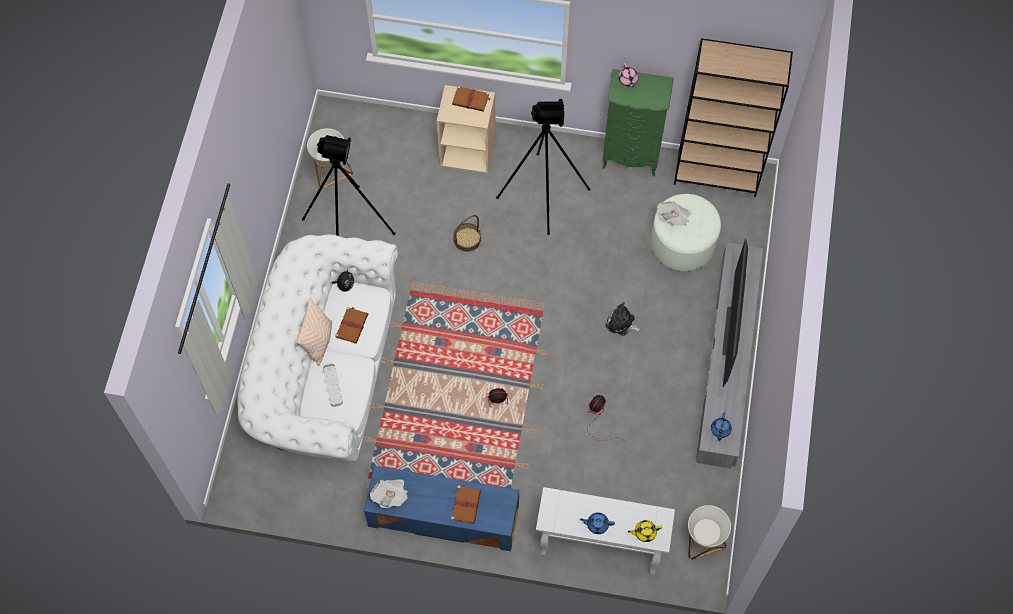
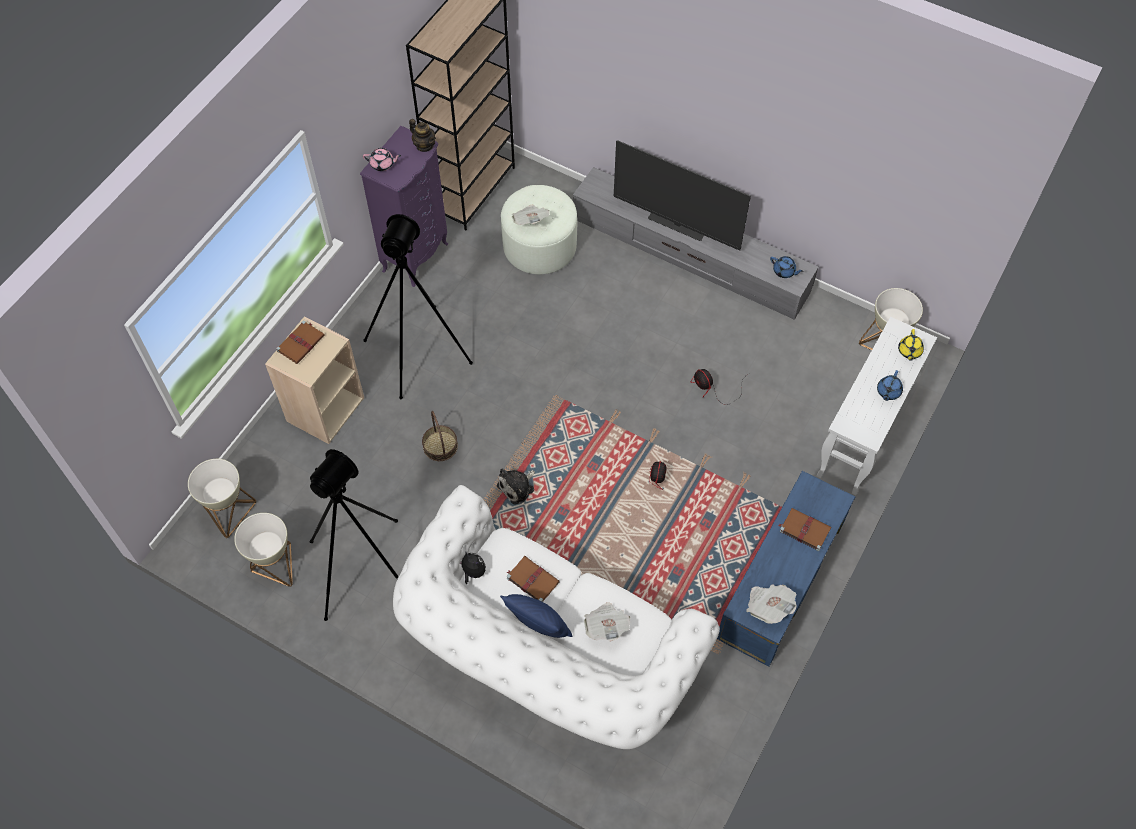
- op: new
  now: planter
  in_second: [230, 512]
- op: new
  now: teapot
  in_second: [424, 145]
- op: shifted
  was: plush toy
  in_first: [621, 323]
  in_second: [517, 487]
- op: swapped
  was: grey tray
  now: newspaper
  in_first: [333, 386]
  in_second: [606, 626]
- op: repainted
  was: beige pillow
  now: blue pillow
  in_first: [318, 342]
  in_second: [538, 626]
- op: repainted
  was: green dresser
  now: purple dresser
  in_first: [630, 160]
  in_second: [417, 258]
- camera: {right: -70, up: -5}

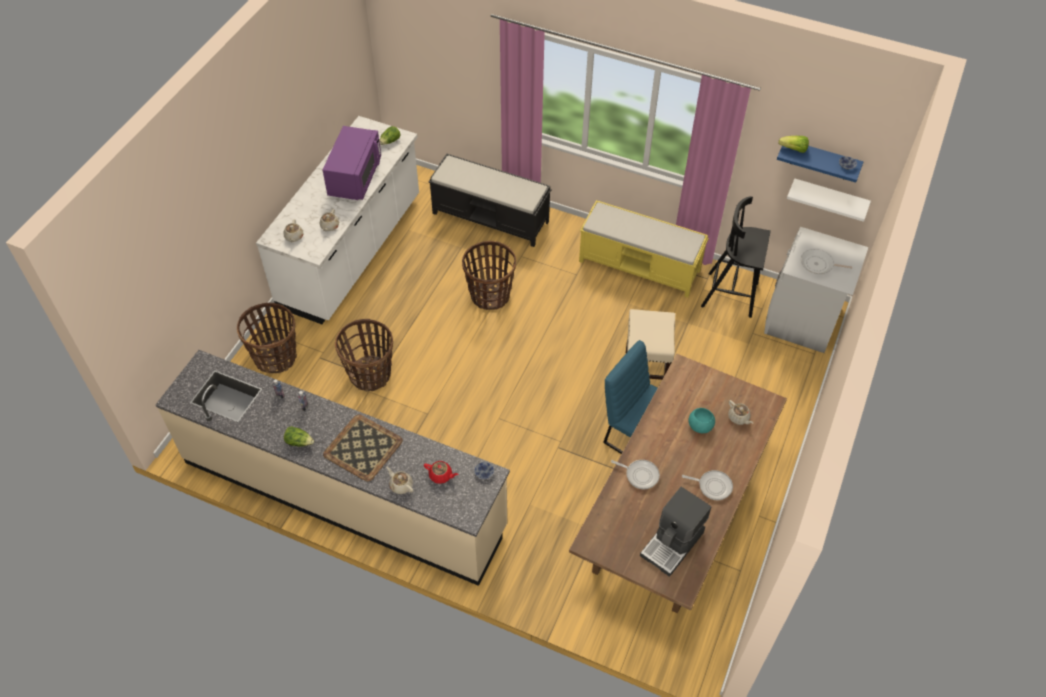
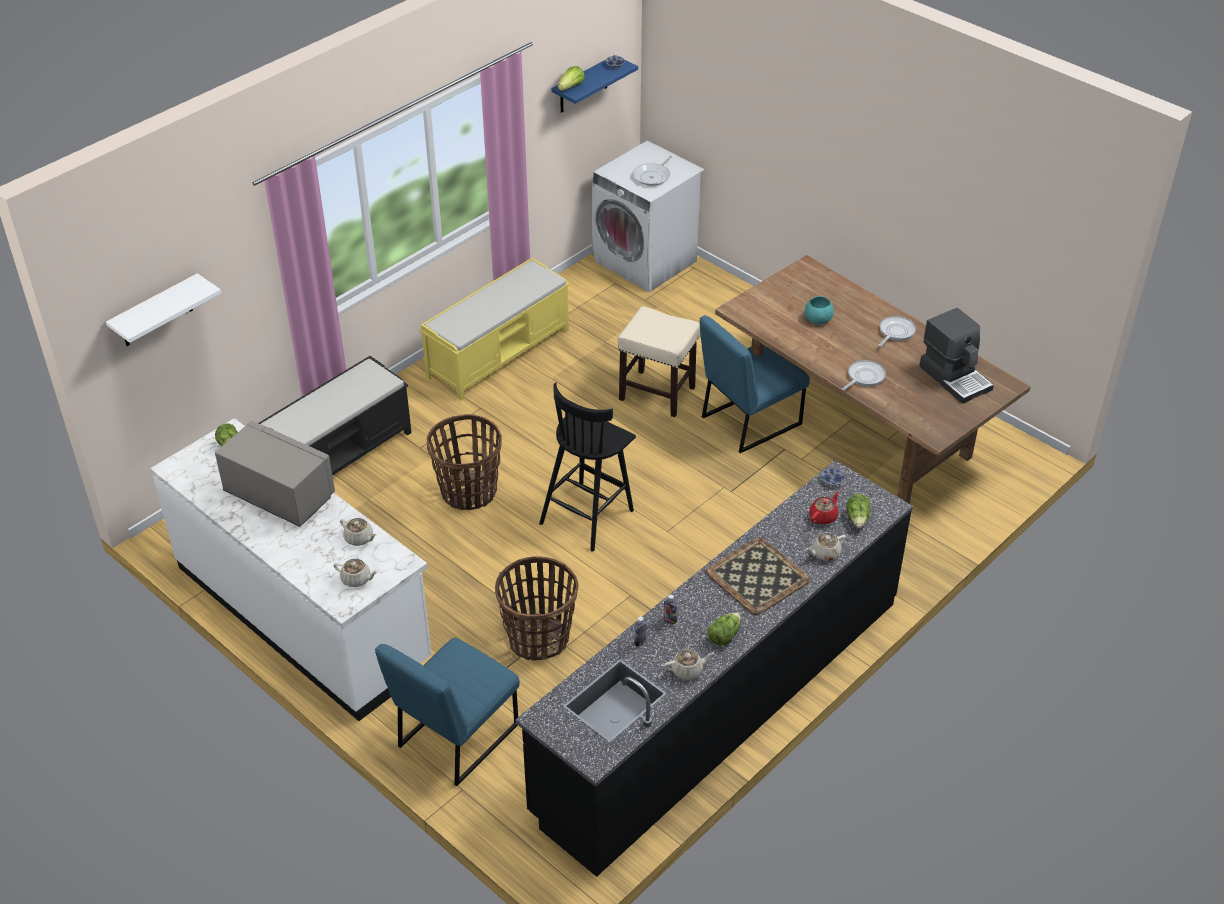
- op: new
  now: lettuce
  in_second: [858, 519]
- op: shifted
  was: black stool
  in_first: [732, 295]
  in_second: [588, 514]
- op: shifted
  was: beige teapot
  in_first: [738, 418]
  in_second: [687, 670]
- op: shifted
  was: white shelf
  in_first: [829, 199]
  in_second: [156, 312]
- op: swapped
  was: basket
  now: blue chair
  in_first: [276, 358]
  in_second: [455, 737]
- op: repainted
  was: beige counter
  now: black counter
  in_first: [344, 494]
  in_second: [719, 704]
- op: repainted
  was: purple microwave
  now: grey microwave
  in_first: [355, 178]
  in_second: [279, 495]
- camera: {right: -70, up: -10}

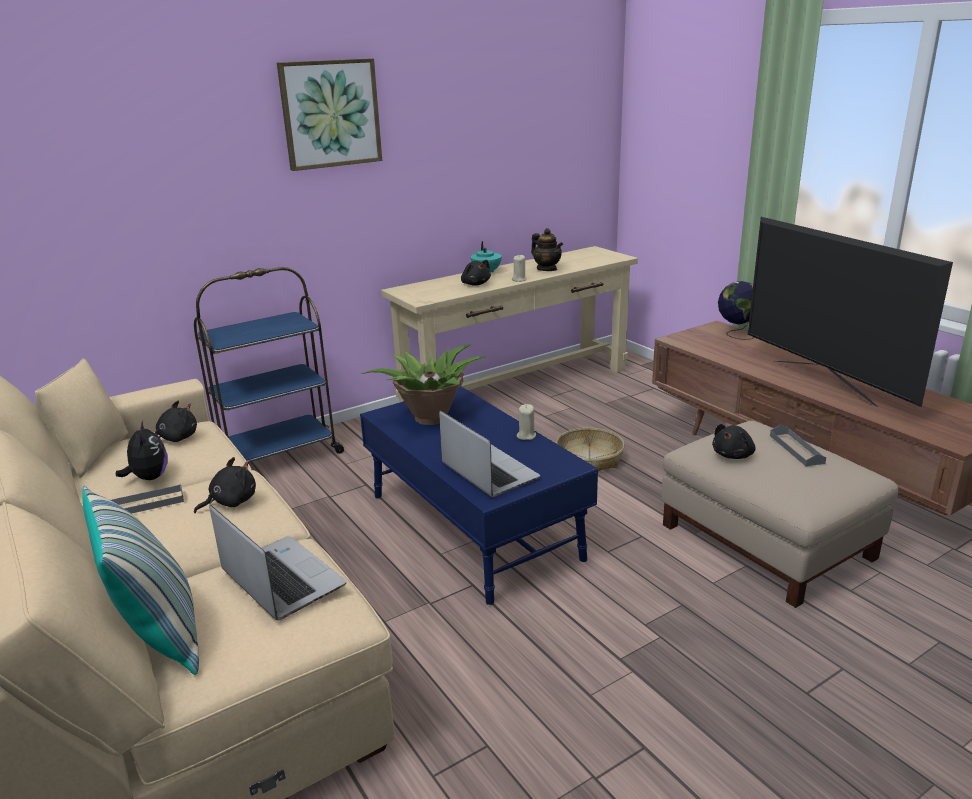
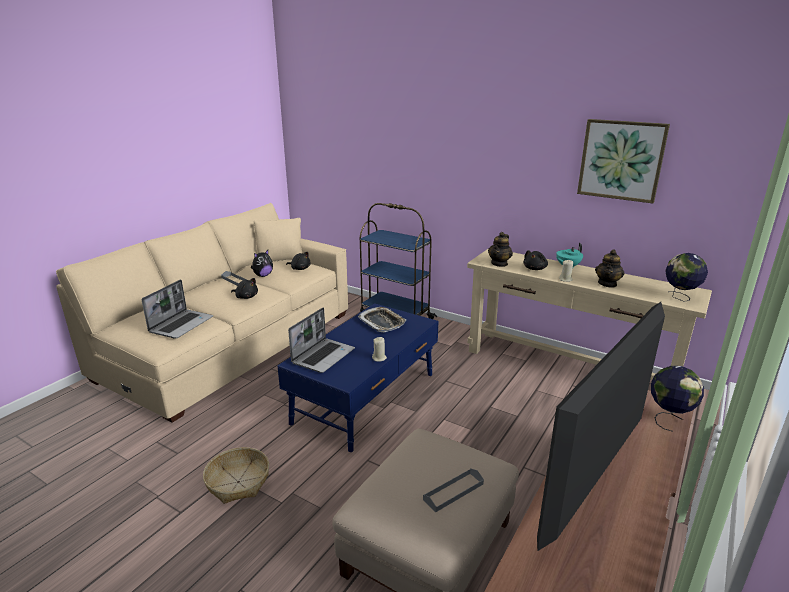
- op: gone
  was: pillow
  in_first: [159, 635]
- op: gone
  was: black plush toy
  in_first: [733, 455]
- op: new
  now: teapot
  in_second: [499, 263]
- op: new
  now: globe
  in_second: [680, 297]
- op: shifted
  was: picture
  in_first: [330, 114]
  in_second: [621, 160]
- op: shifted
  was: basket
  in_first: [589, 459]
  in_second: [238, 482]
- op: swapped
  was: potted plant
  now: tray
  in_first: [429, 418]
  in_second: [382, 322]
- camera: {right: 65, up: 0}

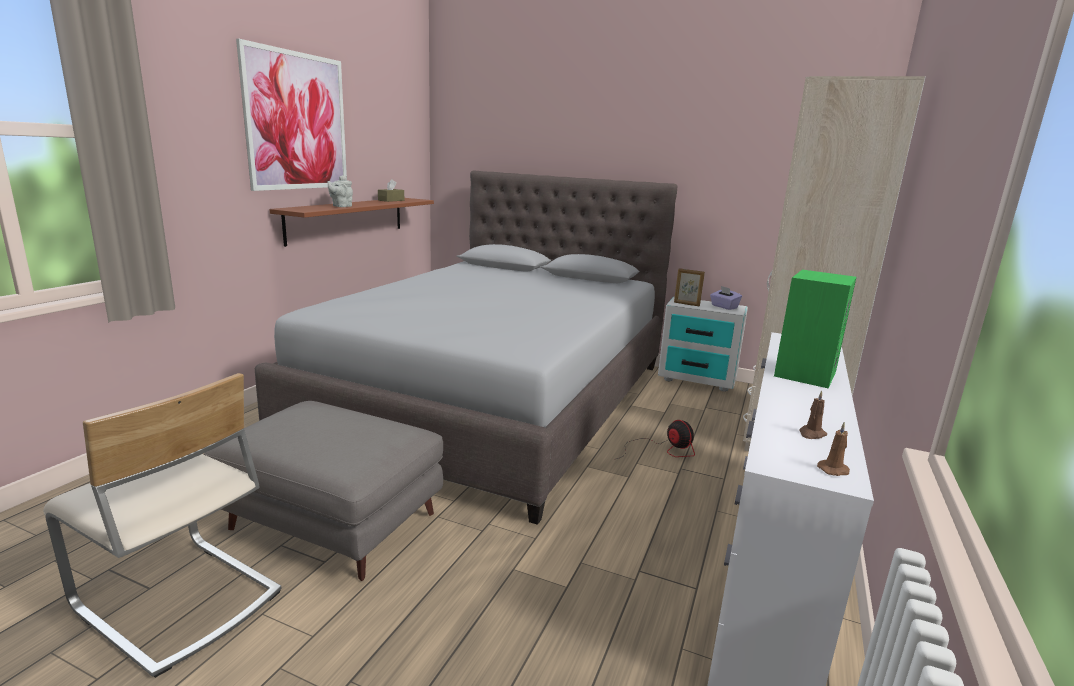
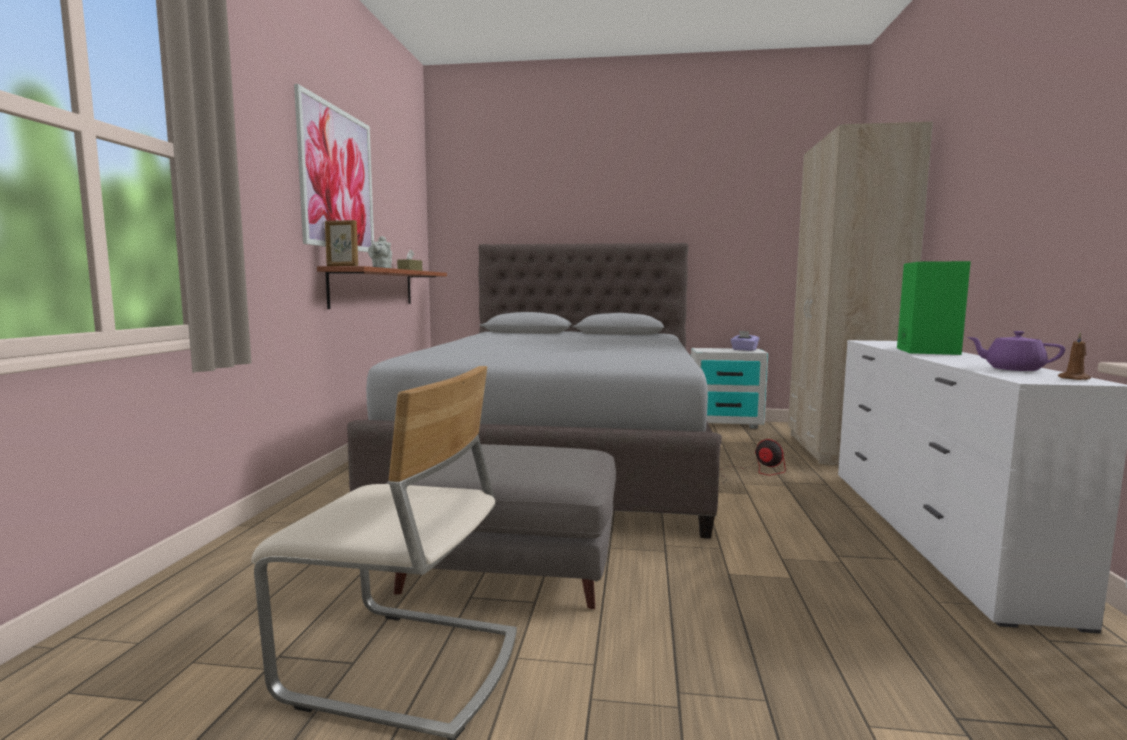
- op: shifted
  was: picture frame
  in_first: [686, 304]
  in_second: [342, 266]
- op: swapped
  was: brown candle
  now: purple teapot
  in_first: [811, 434]
  in_second: [1012, 369]
- camera: {right: -15, up: -10}

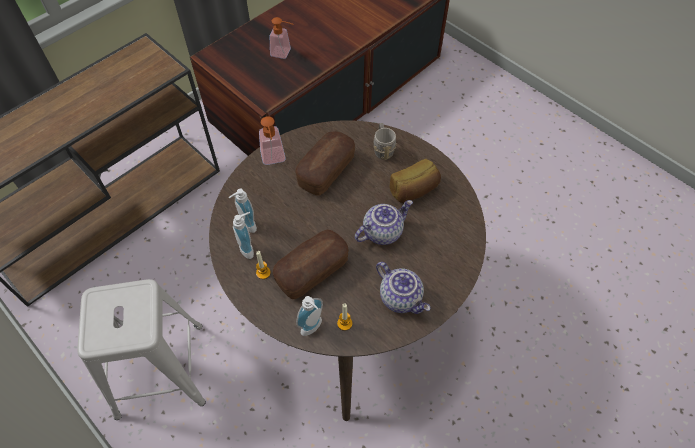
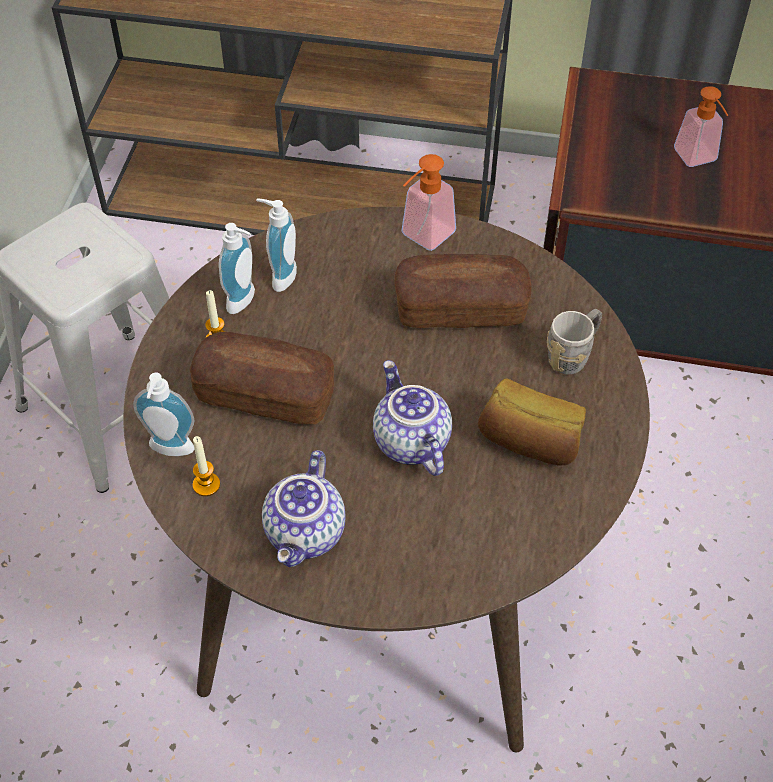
- op: rotated
  was: teapot
  in_first: [382, 231]
  in_second: [409, 442]
  clockwise: -135
- camera: {right: 55, up: -5}

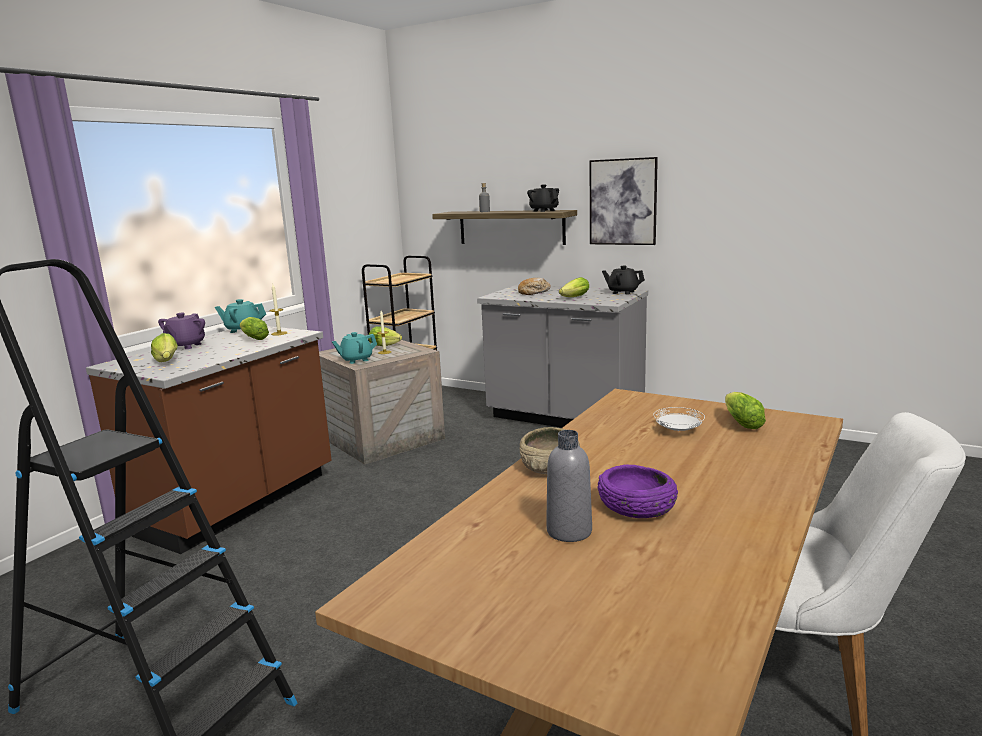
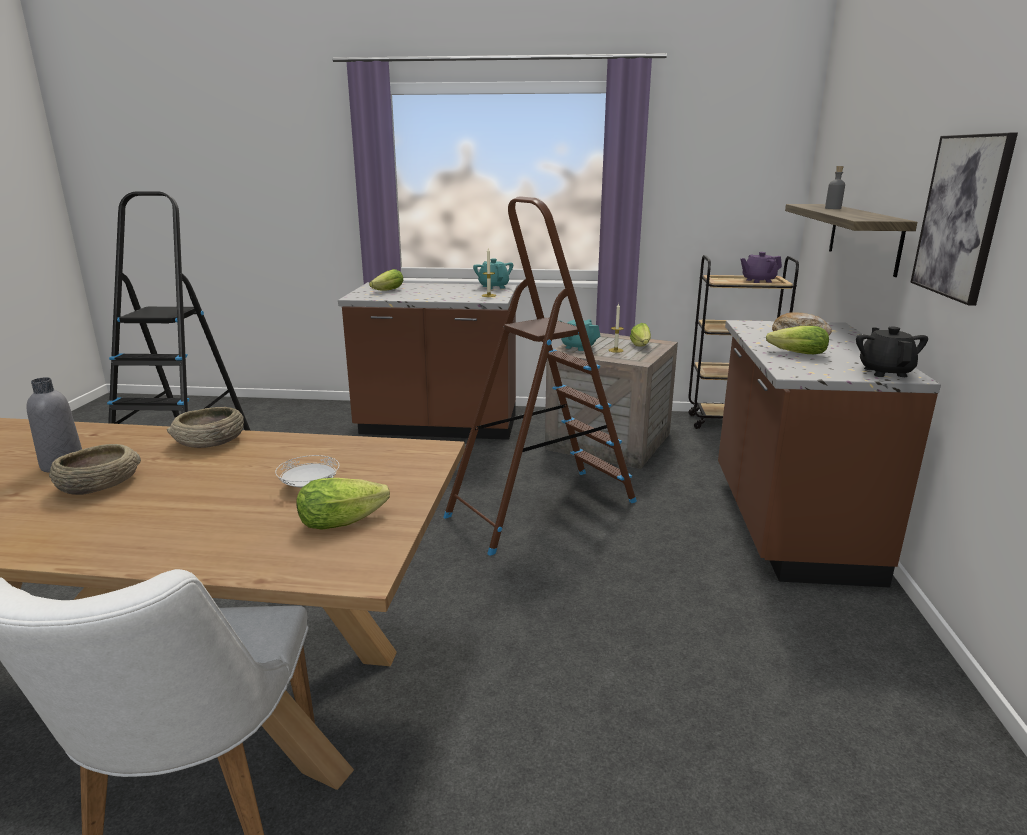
- op: gone
  was: lettuce
  in_first: [253, 338]
- op: gone
  was: black teapot
  in_first: [543, 211]
- op: new
  now: brown step ladder
  in_second: [542, 508]
- op: shifted
  was: purple teapot
  in_first: [185, 346]
  in_second: [758, 281]
- op: repainted
  was: grey counter
  now: brown counter
  in_first: [564, 418]
  in_second: [787, 525]
- op: repainted
  was: purple bowl
  now: beige bowl
  in_first: [635, 508]
  in_second: [98, 484]
- camera: {right: 65, up: 5}

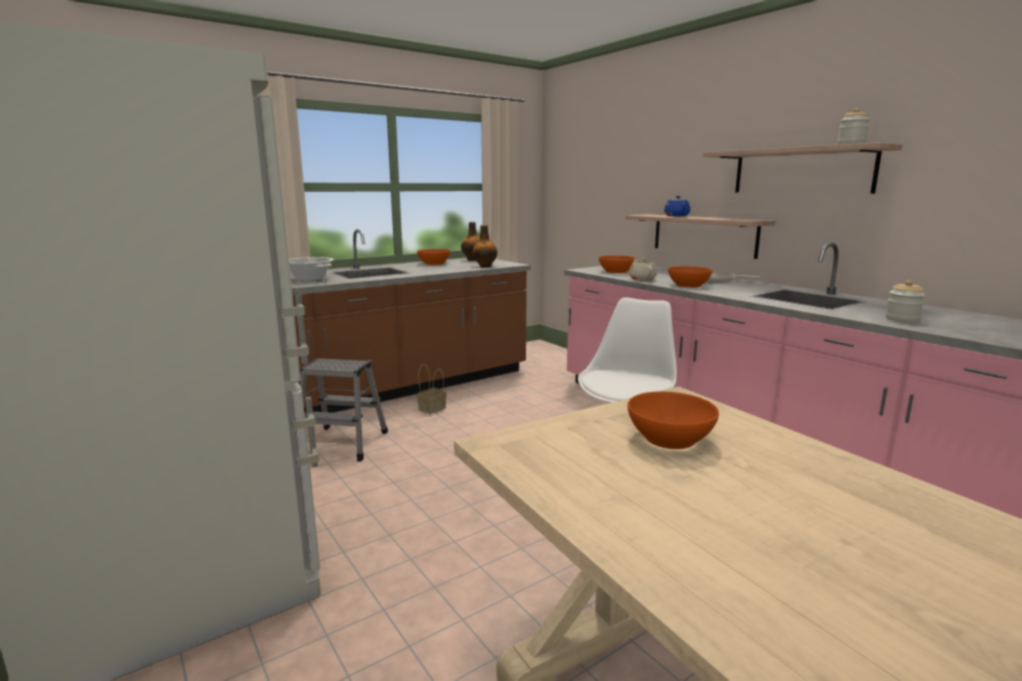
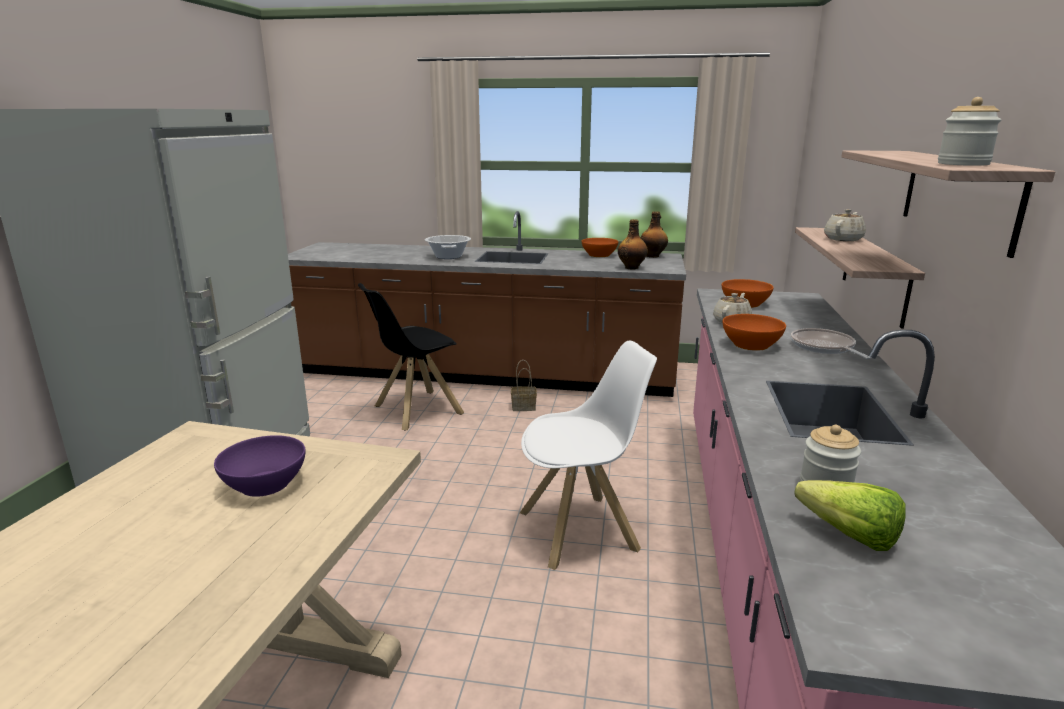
- op: new
  now: lettuce
  in_second: [841, 532]
- op: swapped
  was: grey step ladder
  now: black chair
  in_first: [342, 443]
  in_second: [415, 410]
- op: repainted
  was: orange bowl
  now: purple bowl
  in_first: [670, 438]
  in_second: [265, 484]
- op: repainted
  was: blue teapot
  now: beige teapot
  in_first: [676, 216]
  in_second: [843, 239]
- camera: {right: 45, up: 5}

